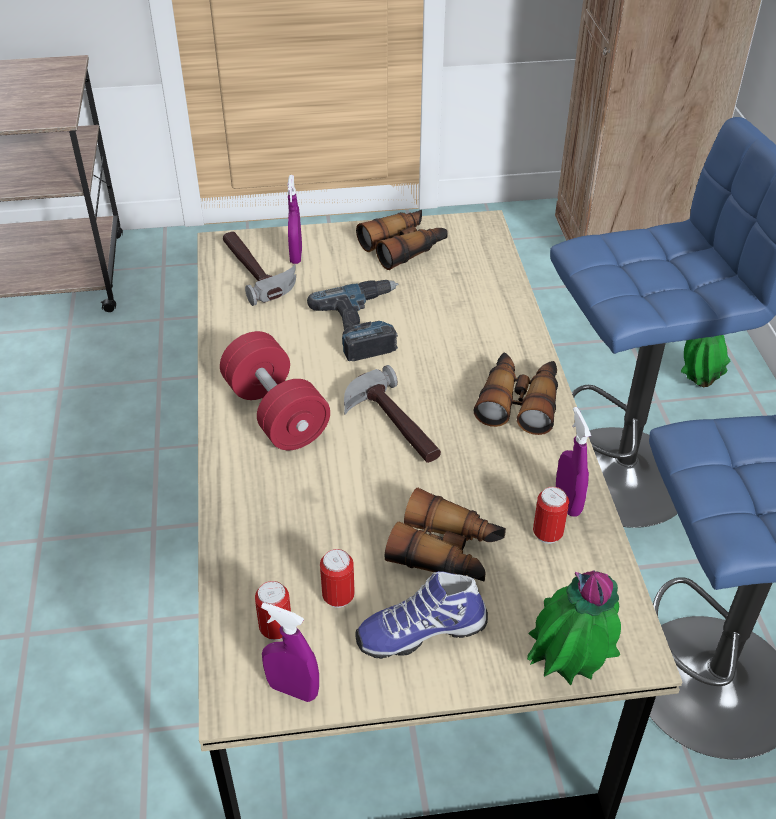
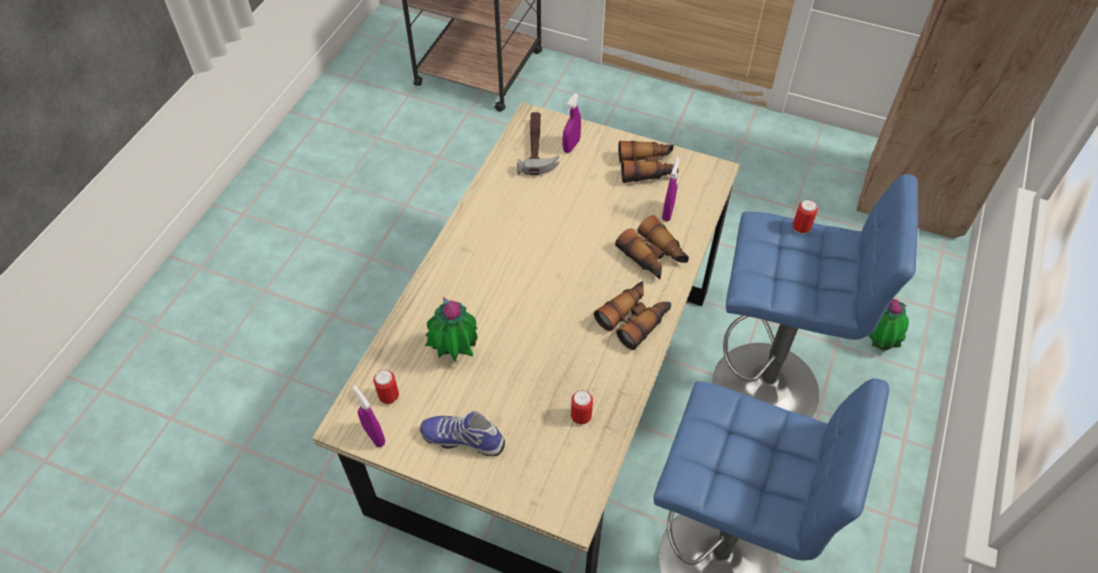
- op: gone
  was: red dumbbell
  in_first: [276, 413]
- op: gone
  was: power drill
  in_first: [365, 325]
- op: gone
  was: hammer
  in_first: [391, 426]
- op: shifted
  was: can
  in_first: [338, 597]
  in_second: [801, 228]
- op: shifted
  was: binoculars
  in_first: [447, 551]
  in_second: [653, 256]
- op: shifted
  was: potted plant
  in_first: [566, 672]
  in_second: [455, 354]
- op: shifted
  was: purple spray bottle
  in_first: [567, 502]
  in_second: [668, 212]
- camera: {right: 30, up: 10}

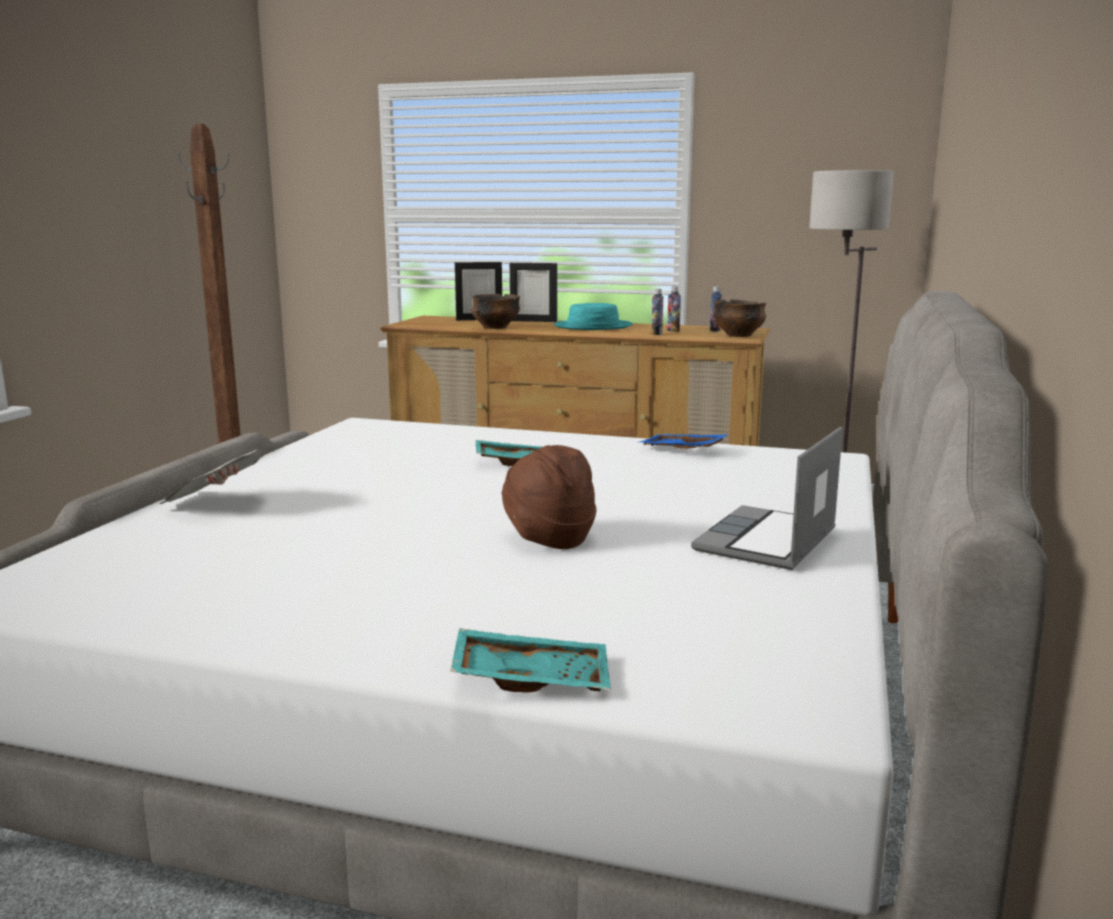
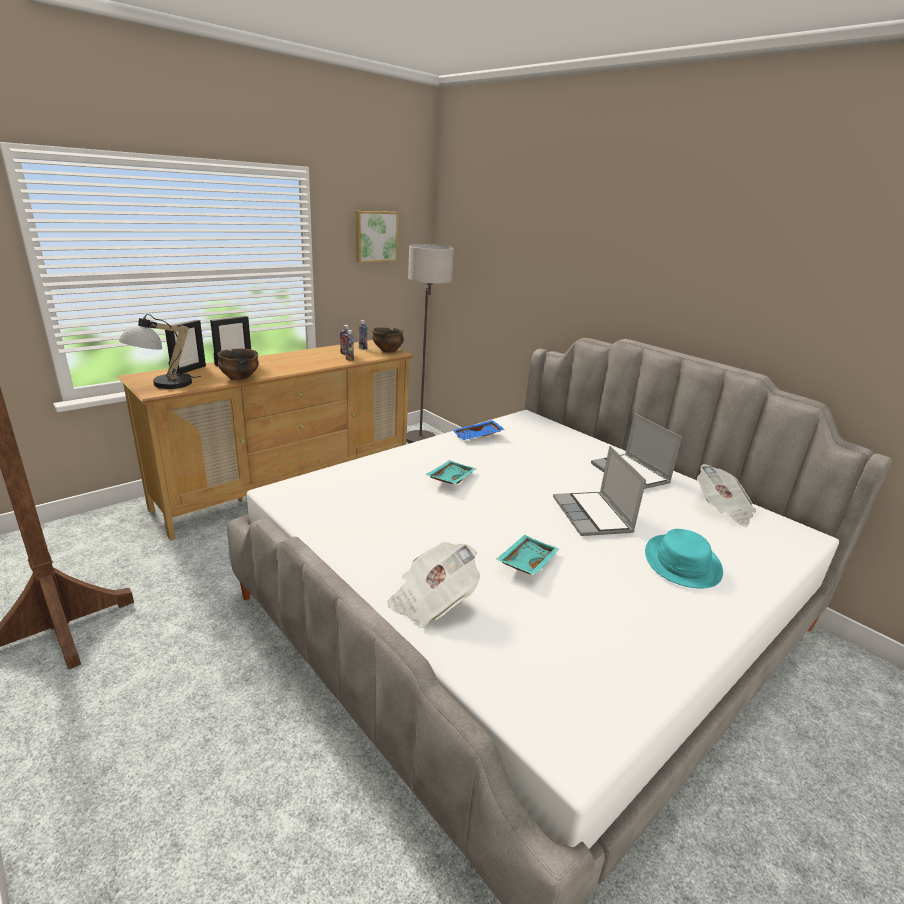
- op: new
  now: table lamp
  in_second: [163, 385]
- op: new
  now: picture
  in_second: [375, 236]
- op: new
  now: newspaper
  in_second: [722, 510]
- op: shifted
  was: turquoise tray
  in_first: [532, 677]
  in_second: [526, 562]
- op: shifted
  was: turquoise hat
  in_first: [593, 327]
  in_second: [682, 562]
- op: swapped
  was: brown hat
  now: laptop
  in_first: [548, 538]
  in_second: [593, 516]
- camera: {right: -60, up: 10}

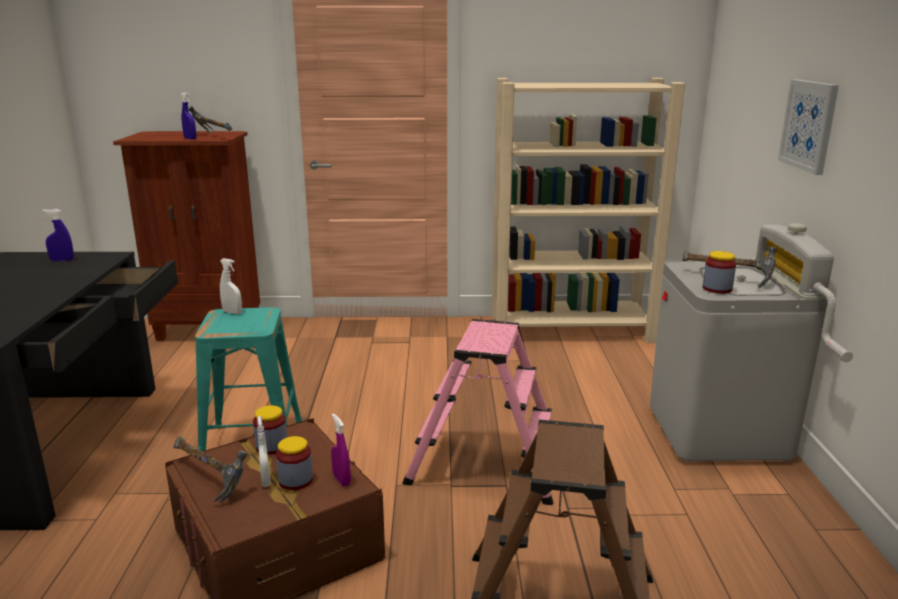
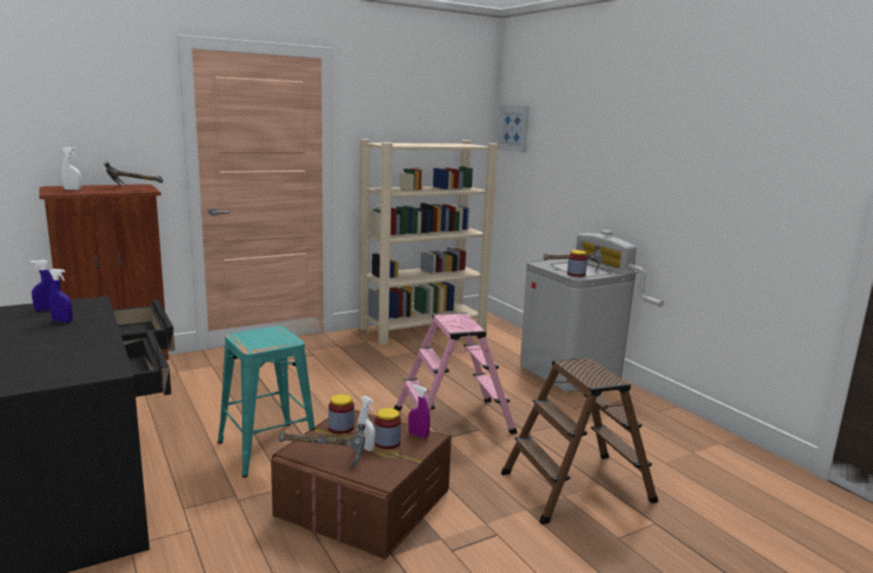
- op: shifted
  was: blue spray bottle
  in_first: [190, 138]
  in_second: [62, 321]
- op: shifted
  was: white spray bottle
  in_first: [232, 312]
  in_second: [72, 189]
- op: shifted
  was: picture
  in_first: [809, 125]
  in_second: [514, 128]
- camera: {right: -30, up: -5}

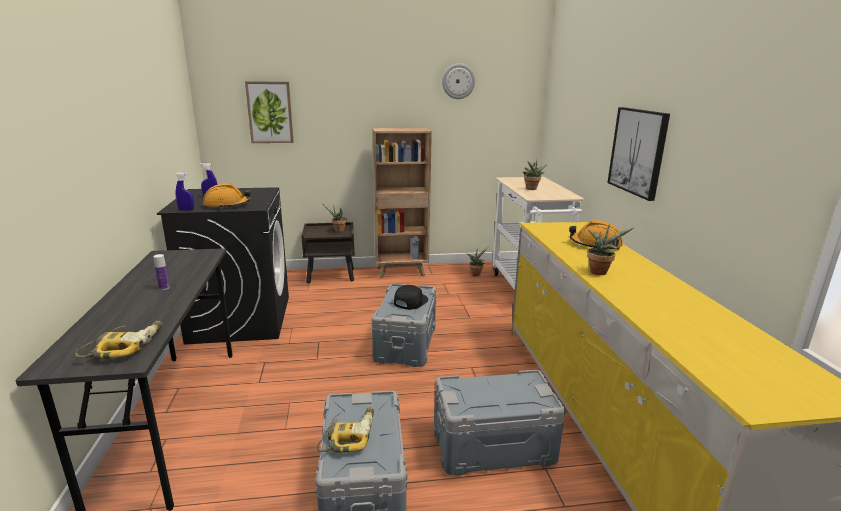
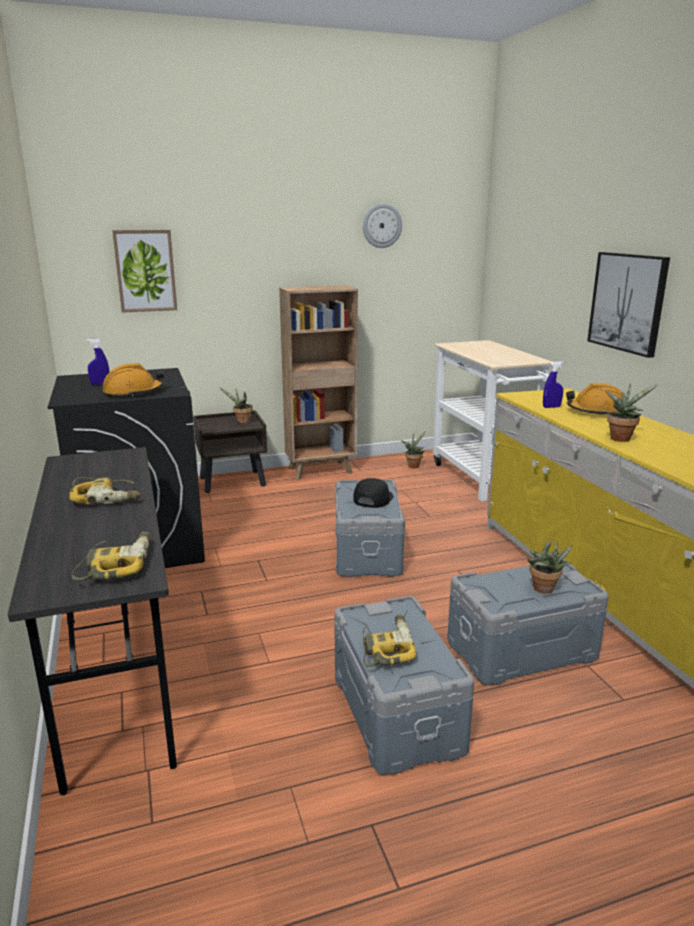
- op: shifted
  was: blue spray bottle
  in_first: [186, 210]
  in_second: [551, 407]
- op: shifted
  was: potted plant
  in_first: [531, 189]
  in_second: [544, 590]
- op: swapped
  was: bottle
  now: power drill
  in_first: [164, 288]
  in_second: [106, 497]
- camera: {right: -10, up: 0}

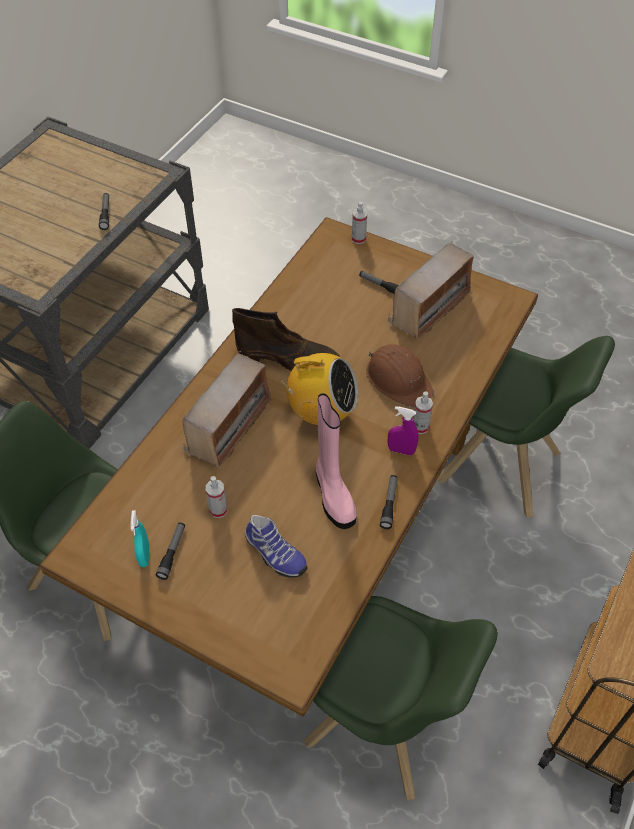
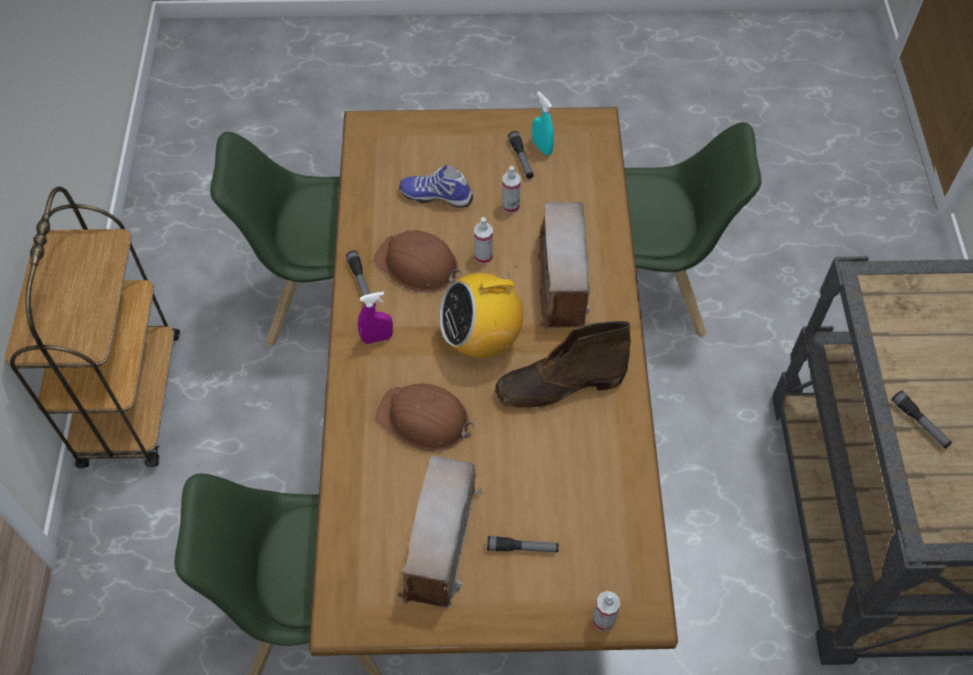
- op: shifted
  was: spray bottle
  in_first: [420, 427]
  in_second: [483, 256]
- op: swapped
  was: pink boot
  now: brown hard hat
  in_first: [333, 495]
  in_second: [418, 265]
- camera: {right: 150, up: 5}

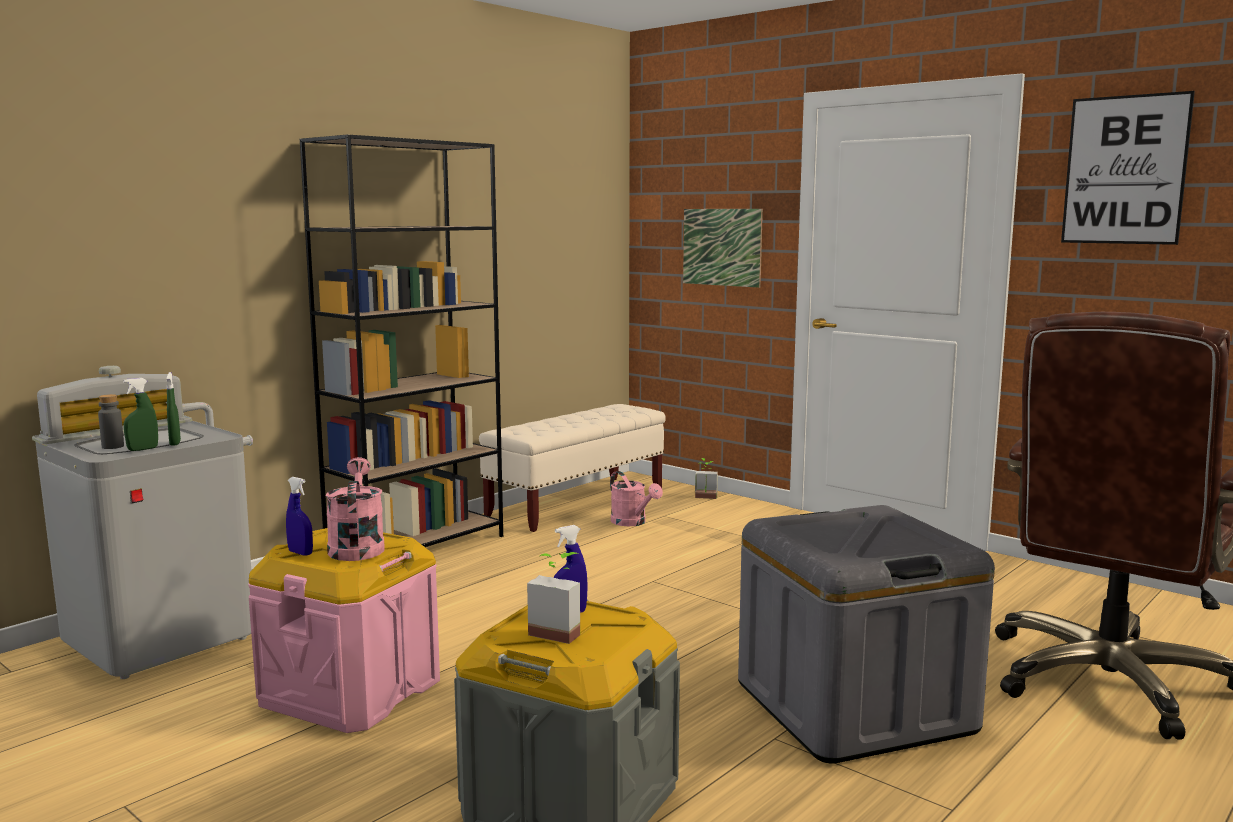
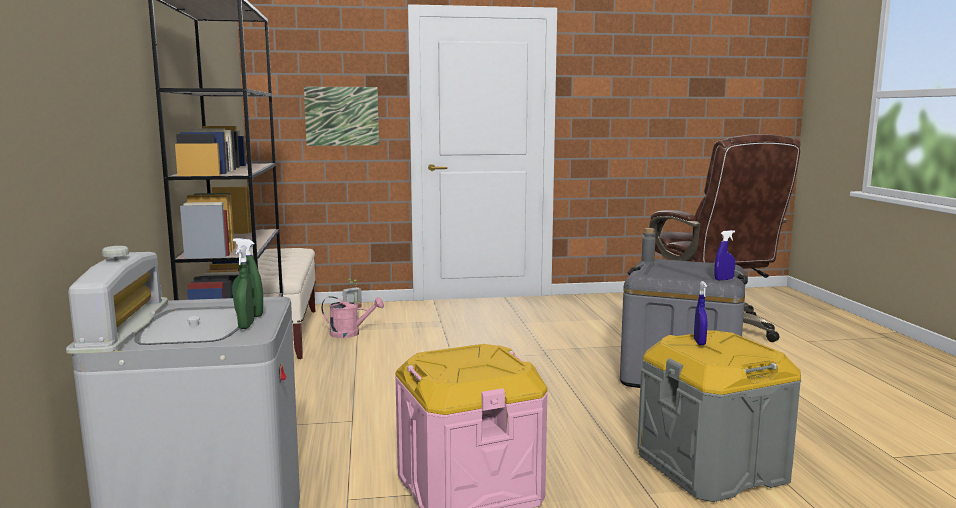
- op: gone
  was: pink watering can
  in_first: [356, 546]
- op: gone
  was: potted plant
  in_first: [559, 631]
- op: gone
  was: picture
  in_first: [1125, 170]
- op: shifted
  was: grey bottle
  in_first: [113, 446]
  in_second: [647, 260]
- op: shifted
  was: blue spray bottle
  in_first: [300, 553]
  in_second: [723, 279]
- camera: {right: -50, up: 0}

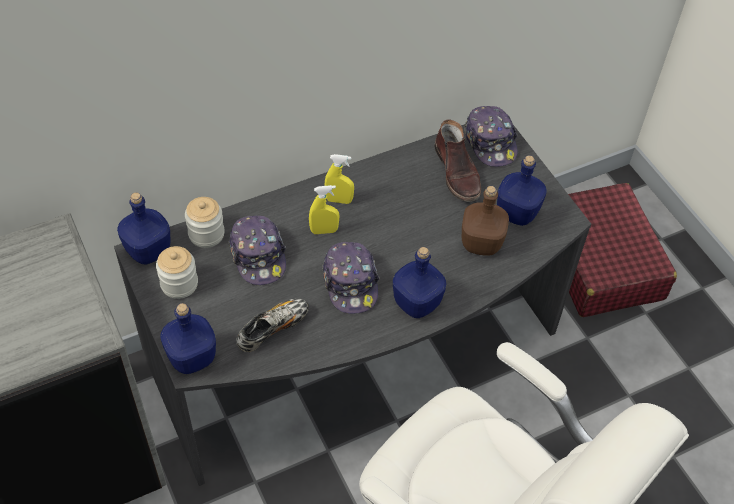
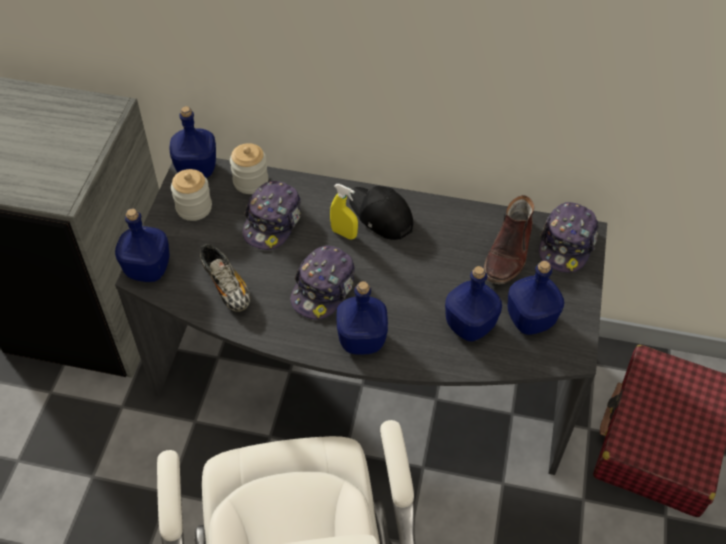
- op: swapped
  was: yellow spray bottle
  now: black cap
  in_first: [339, 200]
  in_second: [381, 216]
- op: repainted
  was: brown bottle
  now: blue bottle
  in_first: [481, 242]
  in_second: [470, 325]
- op: rotated
  was: shoe
  in_first: [272, 330]
  in_second: [226, 286]
  clockwise: 60
- camera: {right: 40, up: 0}

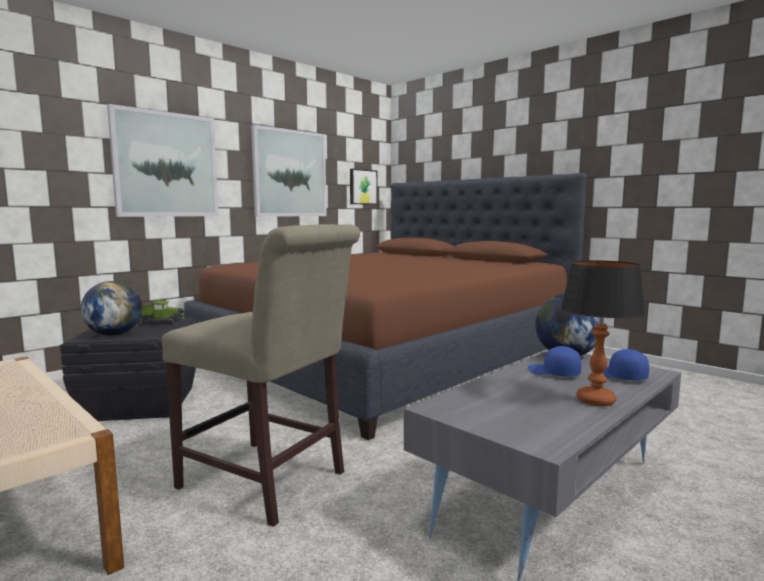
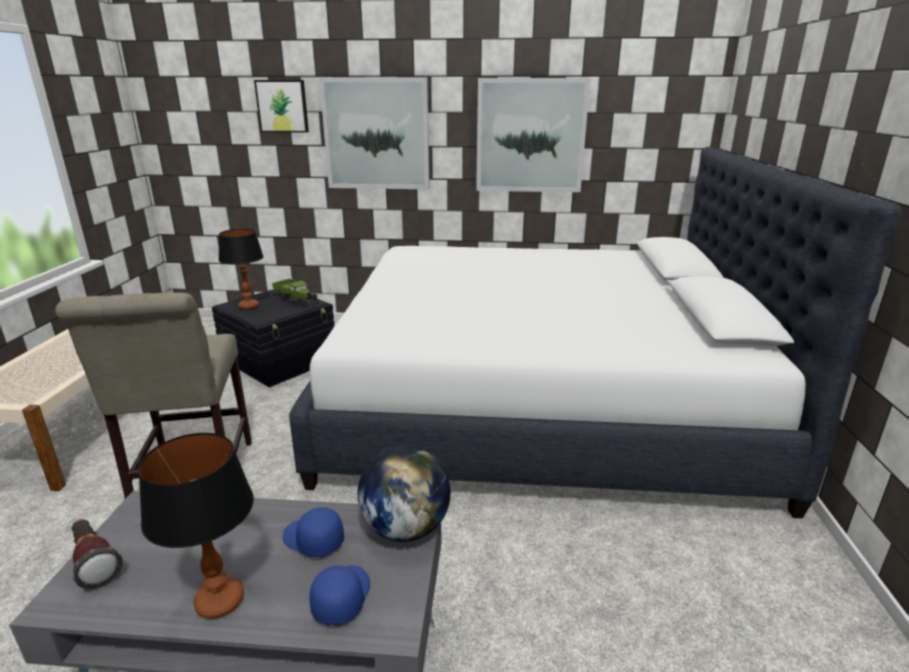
- op: new
  now: flashlight
  in_second: [94, 562]
- op: shifted
  was: picture
  in_first: [362, 187]
  in_second: [282, 106]
- op: swapped
  was: globe
  now: table lamp
  in_first: [114, 334]
  in_second: [249, 306]
- op: repainted
  was: brown bed
  now: white bed
  in_first: [388, 355]
  in_second: [537, 398]
- op: rotated
  was: blue cap
  in_first: [553, 373]
  in_second: [312, 540]
  clockwise: -60
- camera: {right: 50, up: 15}

